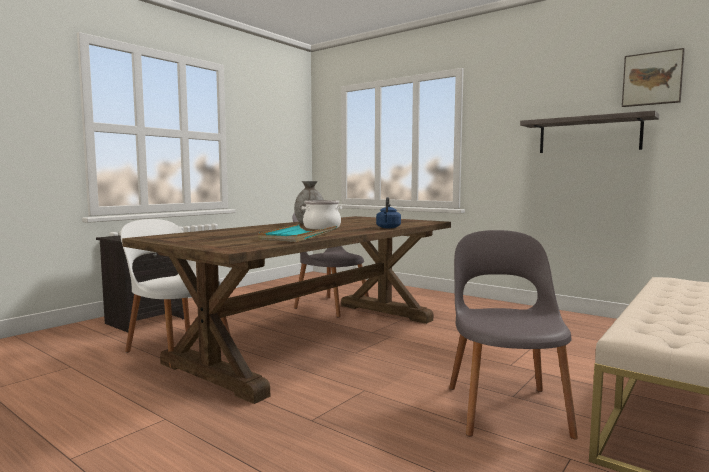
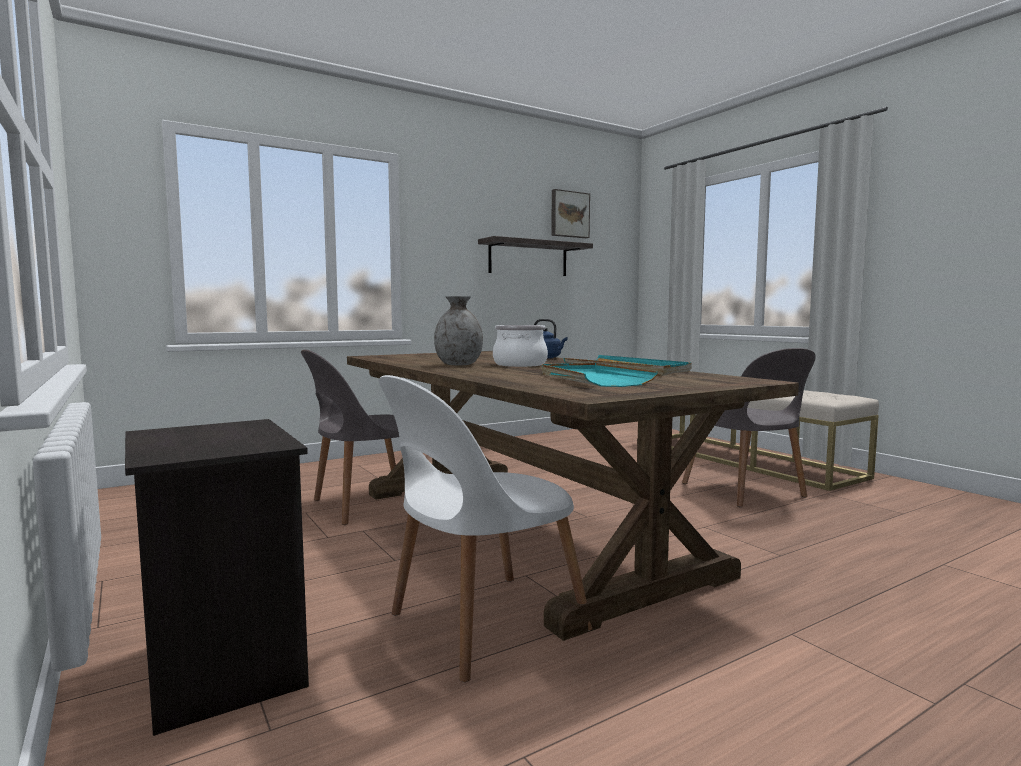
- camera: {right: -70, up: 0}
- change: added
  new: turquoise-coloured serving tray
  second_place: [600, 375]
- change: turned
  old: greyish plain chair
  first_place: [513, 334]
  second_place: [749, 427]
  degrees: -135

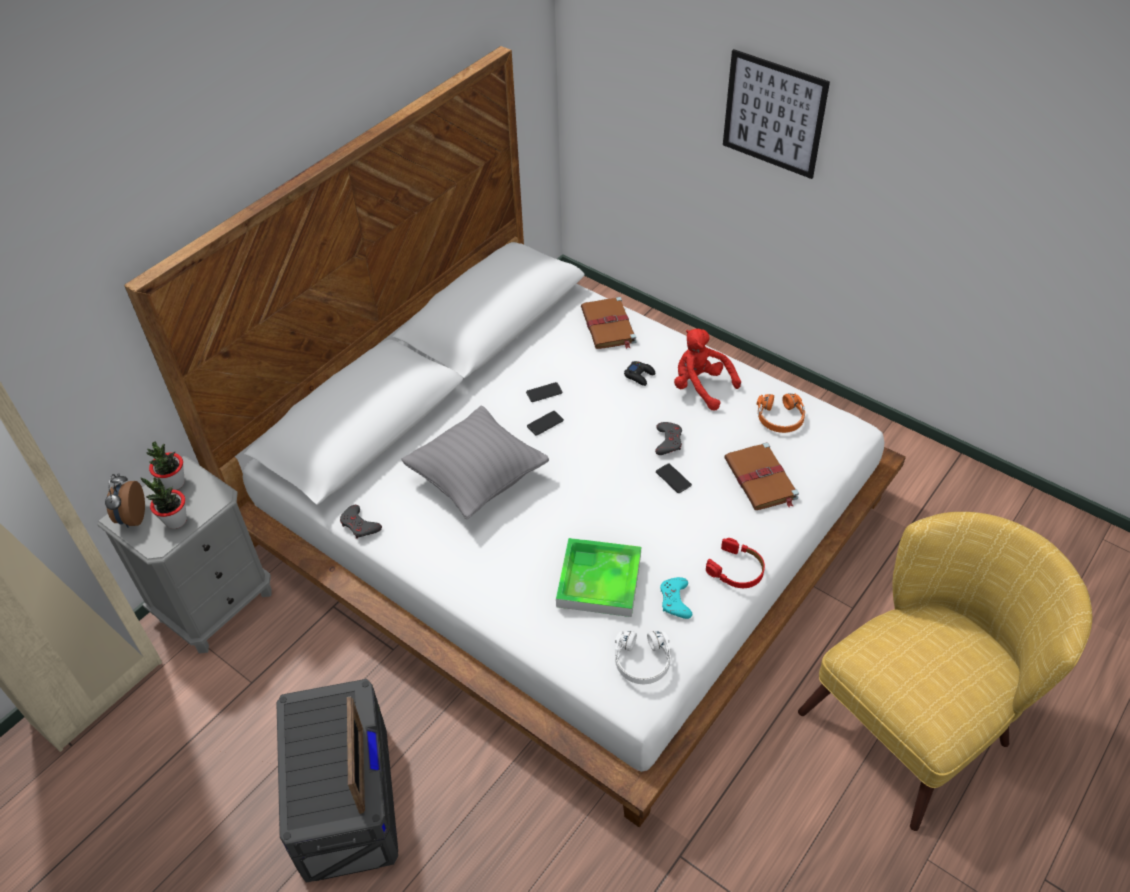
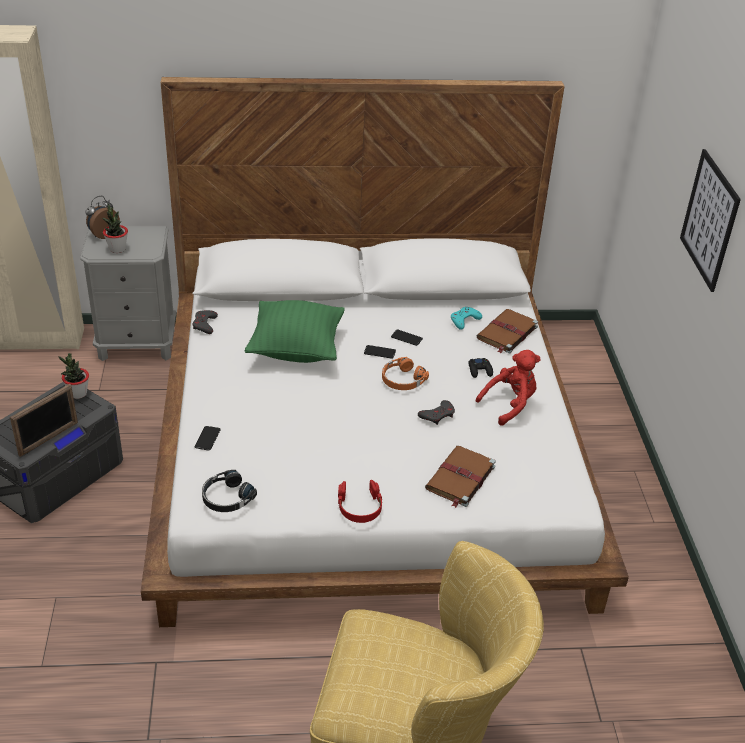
- camera: {right: 45, up: -10}
- change: moved
  old: potted plant
  first_place: [165, 465]
  second_place: [73, 376]
- change: moved
  old: handset
  first_place: [674, 478]
  second_place: [207, 438]
- change: recoloured
  old: whitish headphones
  new: black headphones
  first_place: [643, 657]
  second_place: [229, 491]
- change: recoloured
  old: greyish pillow
  new: green pillow
  first_place: [475, 462]
  second_place: [295, 331]
- change: moved
  old: orange headphones
  first_place: [781, 413]
  second_place: [405, 373]
- change: moved
  old: turquoise-coloured gamepad
  first_place: [676, 598]
  second_place: [466, 318]
- change: turned
  old: reddish plush toy
  first_place: [707, 369]
  second_place: [508, 388]
  degrees: 60
- change: removed
  old: serving tray
  first_place: [598, 577]

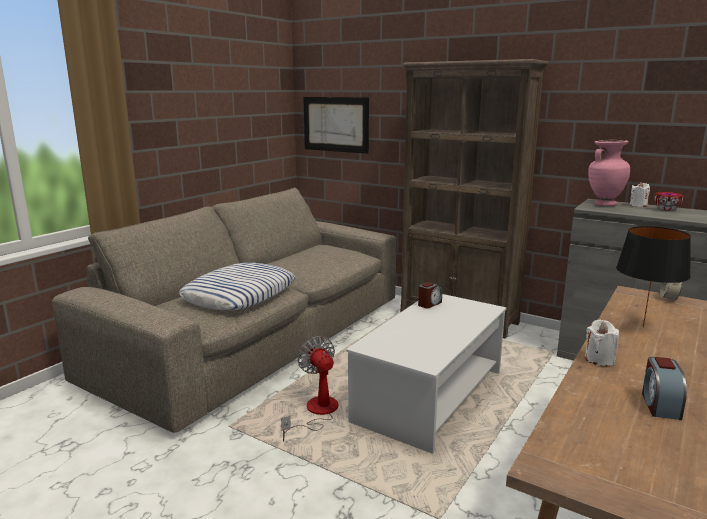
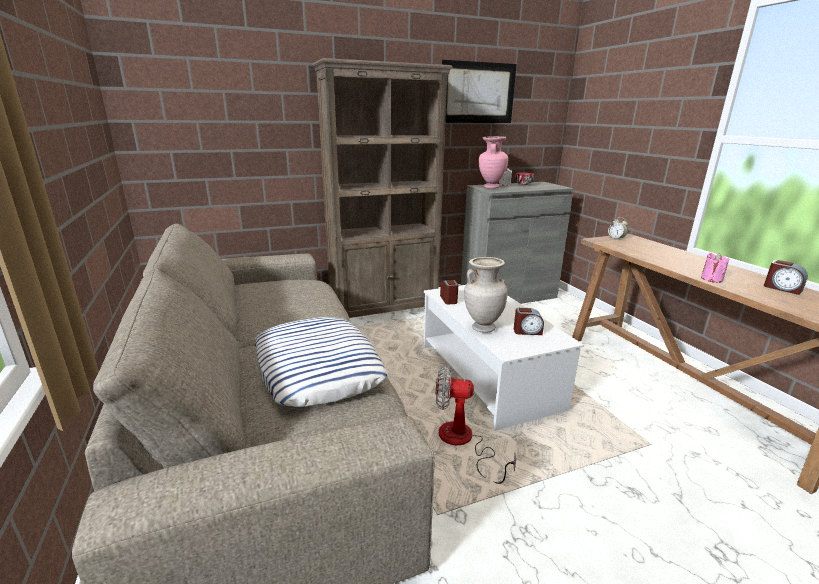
- camera: {right: -55, up: 5}
- change: moved
  old: picture
  first_place: [336, 125]
  second_place: [479, 91]
- change: added
  new: beige-coloured flower vase
  second_place: [486, 295]
- change: added
  new: bedside clock
  second_place: [529, 321]
- change: recoloured
  old: whitish candle
  new: pinkish candle
  first_place: [602, 342]
  second_place: [715, 268]
- change: removed
  old: black tabletop lamp
  first_place: [653, 276]

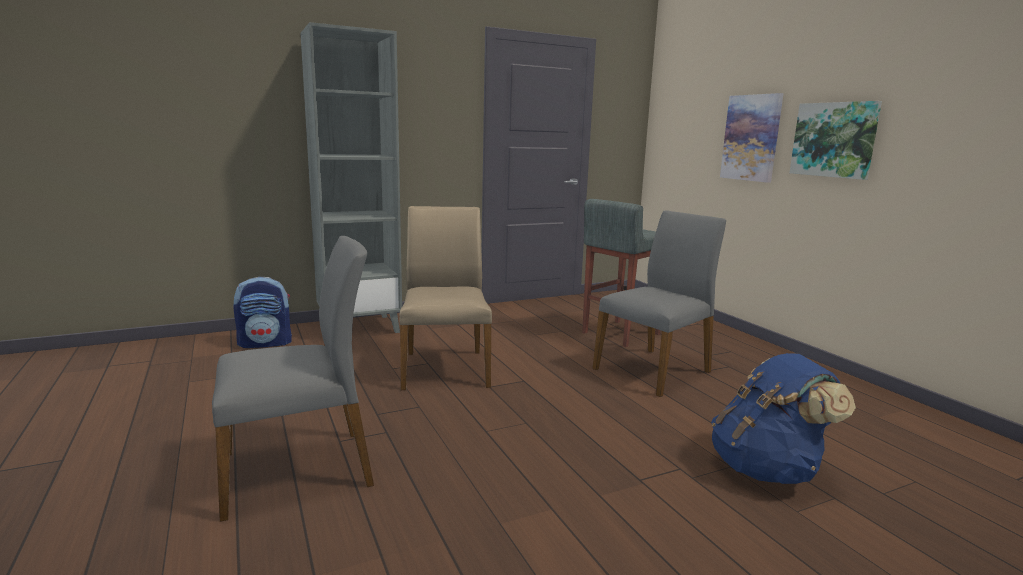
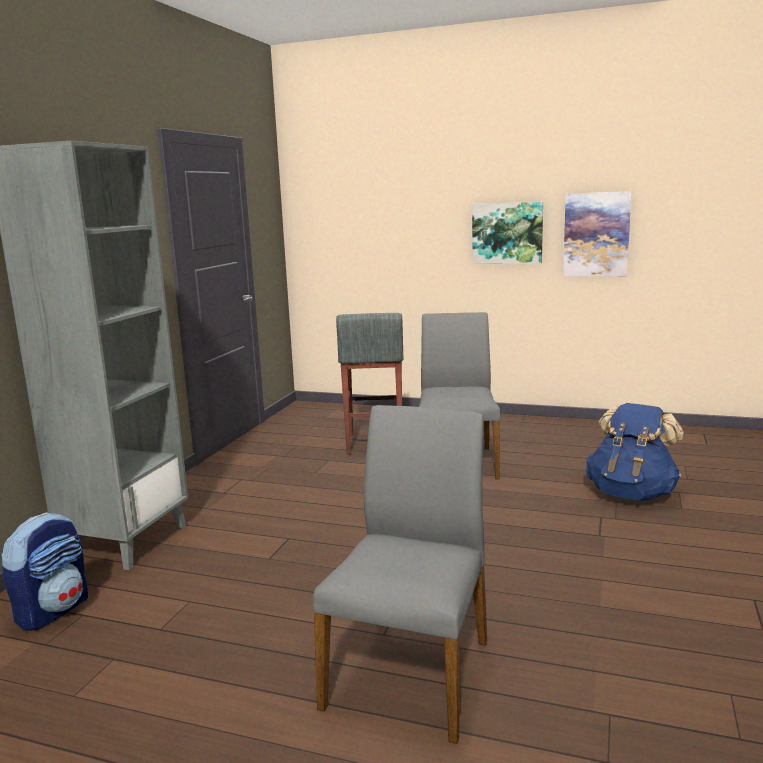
- camera: {right: -45, up: 0}
- change: moved
  old: picture
  first_place: [752, 138]
  second_place: [597, 234]
- change: removed
  old: beige-coloured plain chair
  first_place: [445, 298]

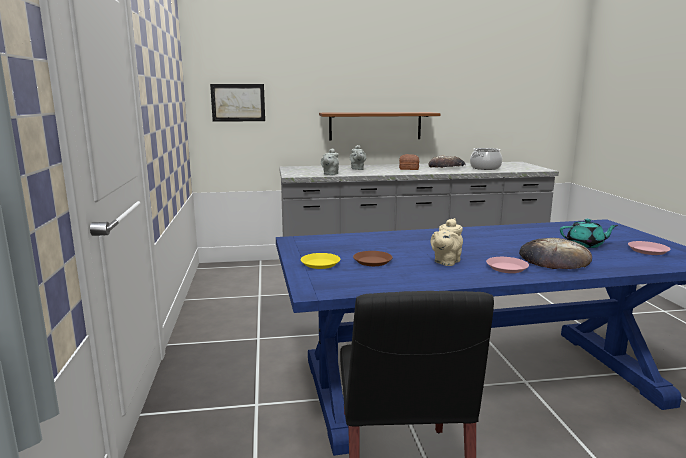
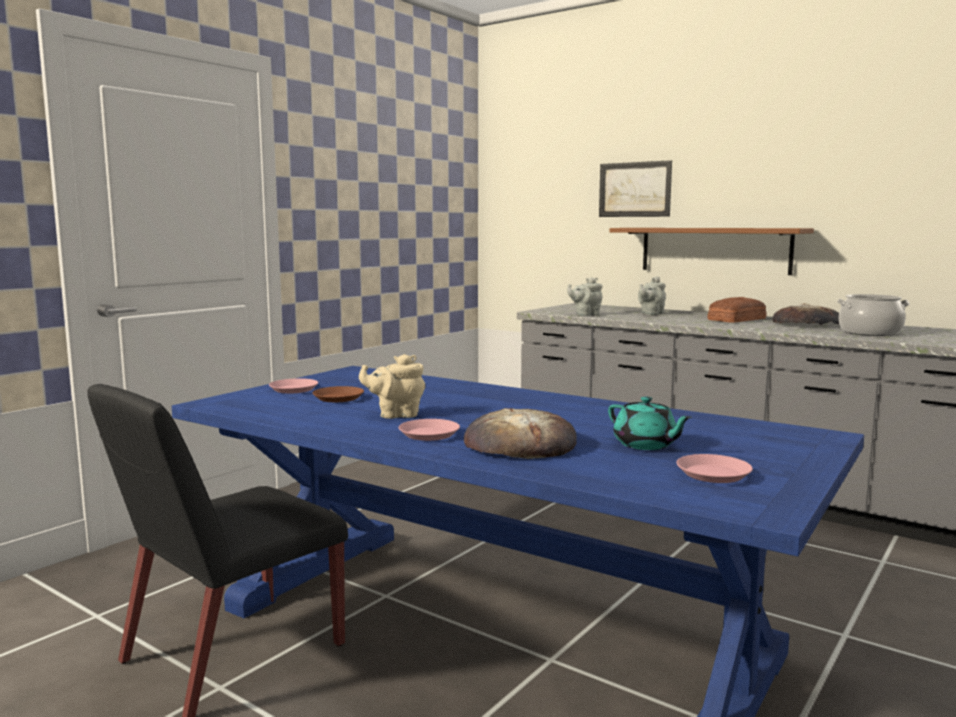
- camera: {right: 45, up: -5}
- change: recoloured
  old: yellow-coloured dinner plate
  new: pinkish dinner plate
  first_place: [320, 261]
  second_place: [293, 385]
- change: moved
  old: picture
  first_place: [237, 103]
  second_place: [635, 188]

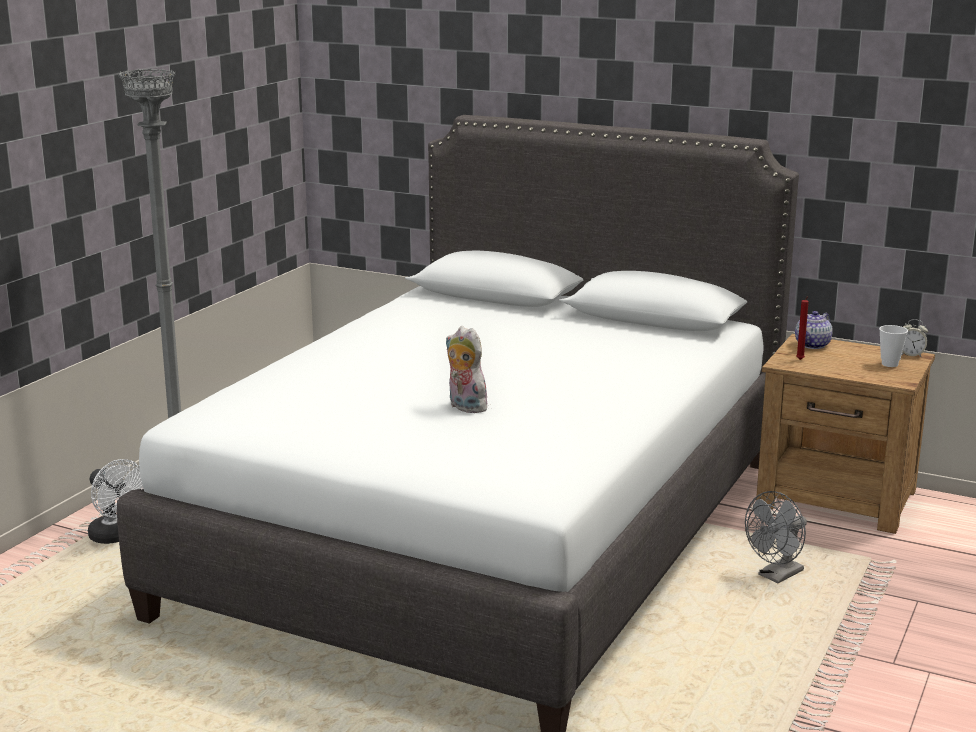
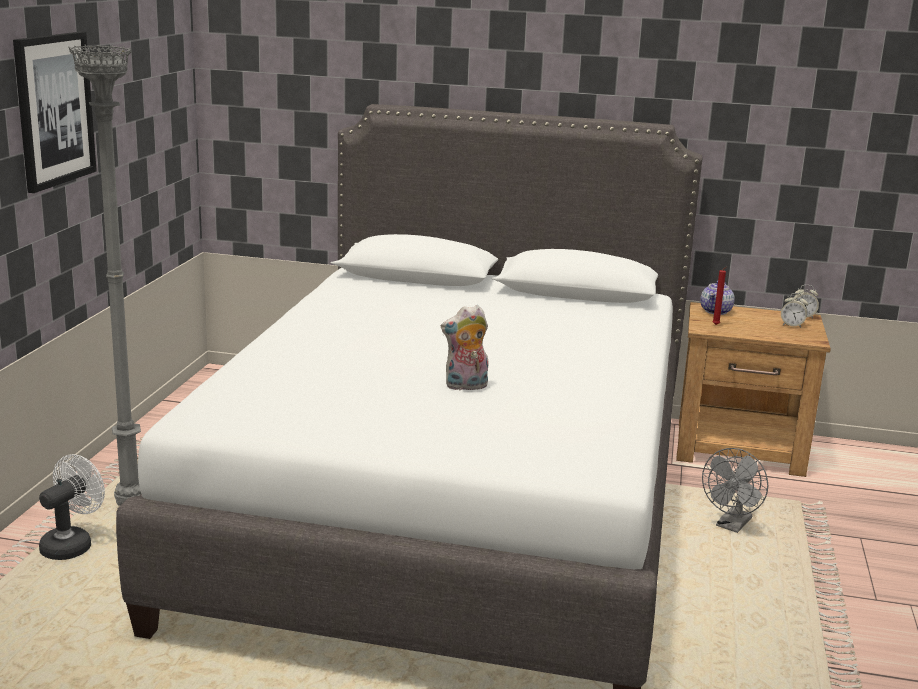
- camera: {right: -15, up: 0}
- change: added
  new: picture
  second_place: [55, 112]
- change: turned
  old: whitish fan
  first_place: [115, 501]
  second_place: [72, 507]
  degrees: -90
- change: turned
  old: plush toy
  first_place: [466, 369]
  second_place: [465, 347]
  degrees: -45
- change: replaced
  old: drinking cup
  new: bedside clock
  first_place: [893, 346]
  second_place: [795, 310]

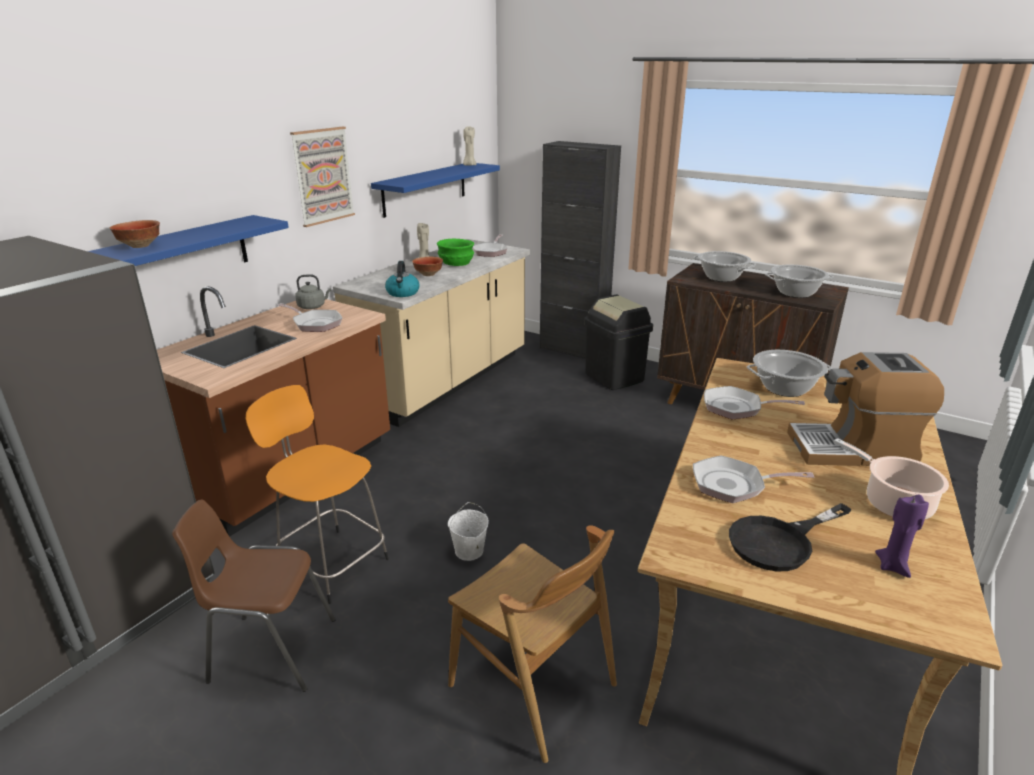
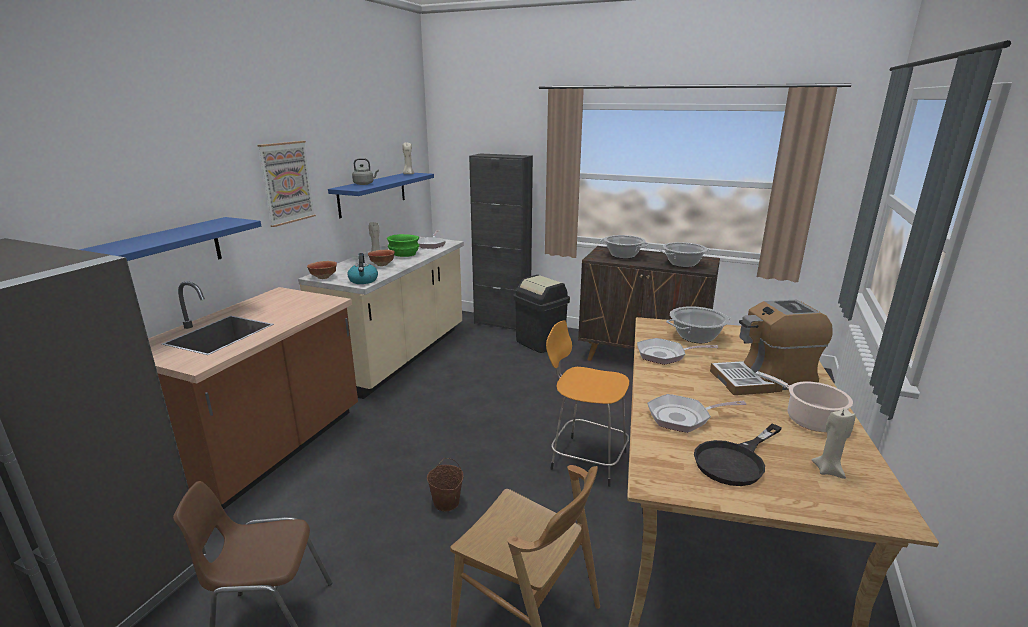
- camera: {right: -10, up: -5}
- change: moved
  old: serving bowl
  first_place: [135, 234]
  second_place: [322, 270]
- change: moved
  old: greyish tea kettle
  first_place: [313, 291]
  second_place: [365, 171]
- change: recoloured
  old: whitish water bucket
  new: brownish water bucket
  first_place: [468, 531]
  second_place: [445, 484]
- change: moved
  old: orange stool
  first_place: [317, 494]
  second_place: [587, 403]
- change: recoloured
  old: purple-coloured candle
  new: beige-coloured candle
  first_place: [902, 536]
  second_place: [834, 443]
- change: removed
  old: pan
  first_place: [310, 317]

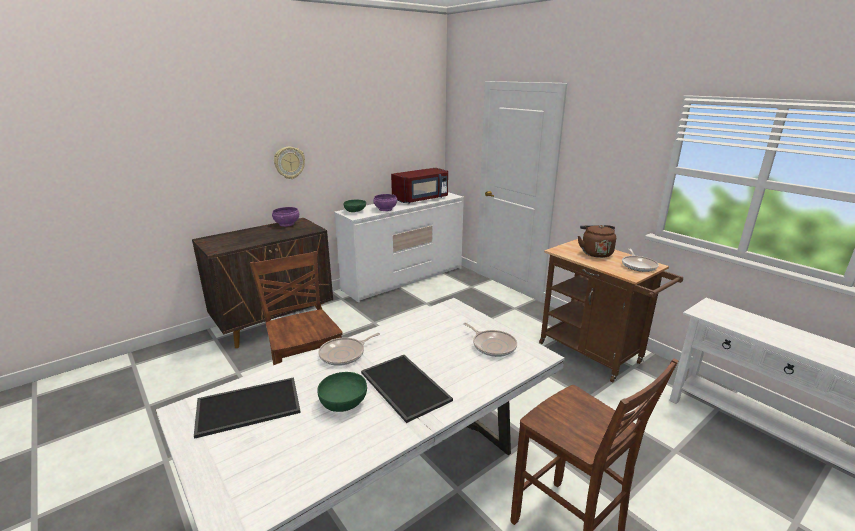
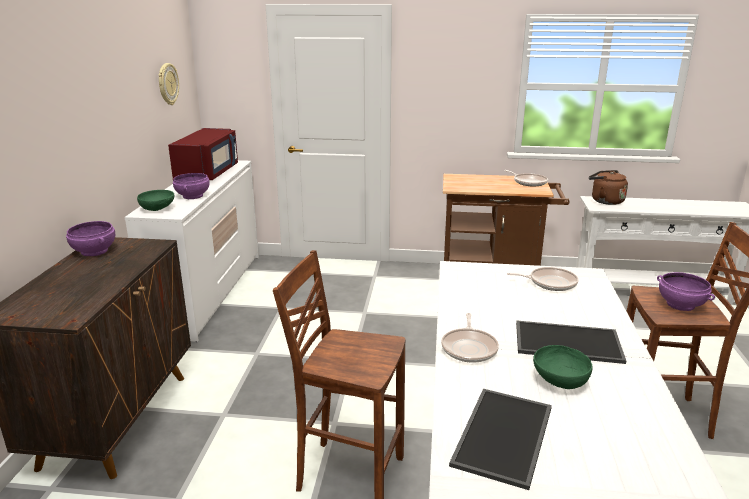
- camera: {right: -45, up: 0}
- change: moved
  old: clock on the wall
  first_place: [289, 163]
  second_place: [168, 84]
- change: moved
  old: brownish tea kettle
  first_place: [597, 241]
  second_place: [608, 187]
- change: added
  new: purple-coloured serving bowl
  second_place: [686, 291]

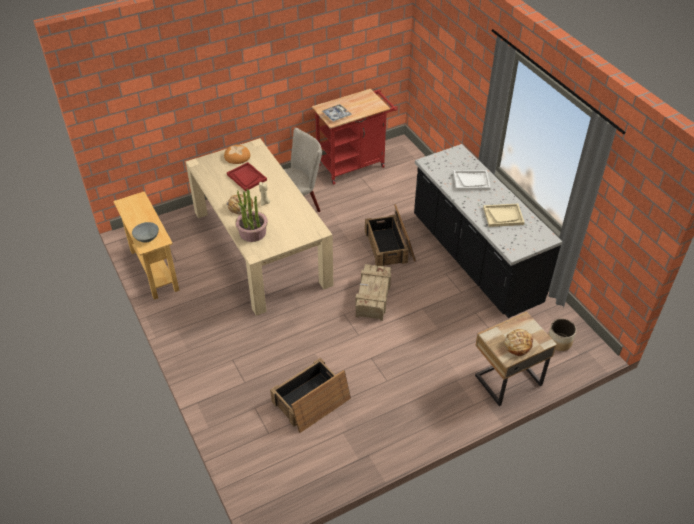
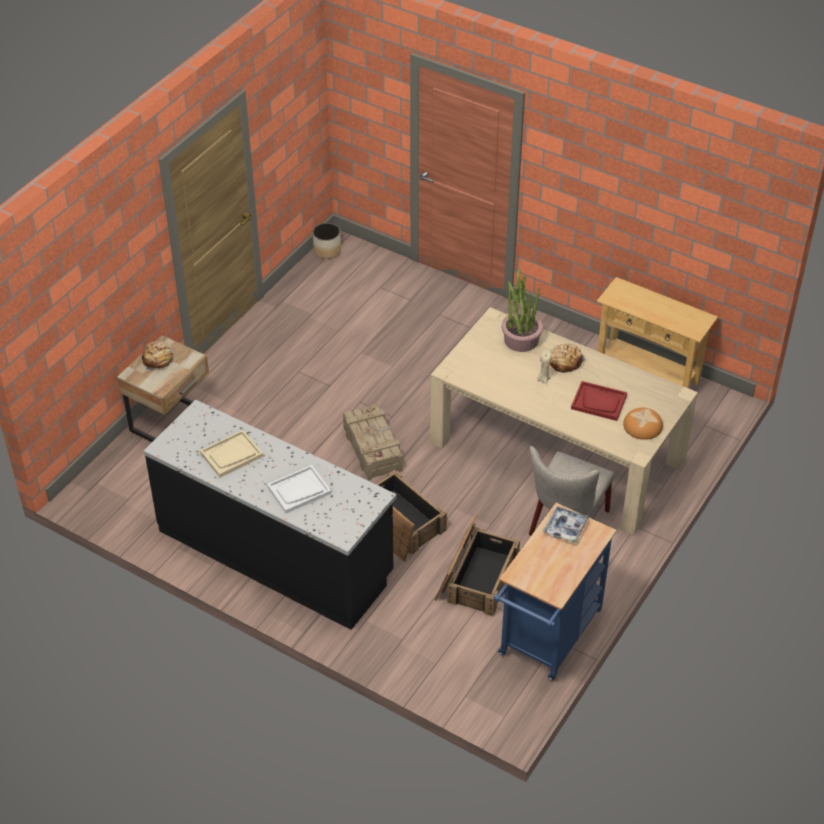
- camera: {right: 150, up: 0}
- change: moved
  old: flower pot
  first_place: [562, 335]
  second_place: [327, 241]
- change: moved
  old: shipping crate
  first_place: [310, 395]
  second_place: [477, 565]
- change: recoloured
  old: reddish trolley
  new: blue-coloured trolley
  first_place: [354, 137]
  second_place: [555, 591]
- change: removed
  old: greyish serving bowl
  first_place: [145, 232]

